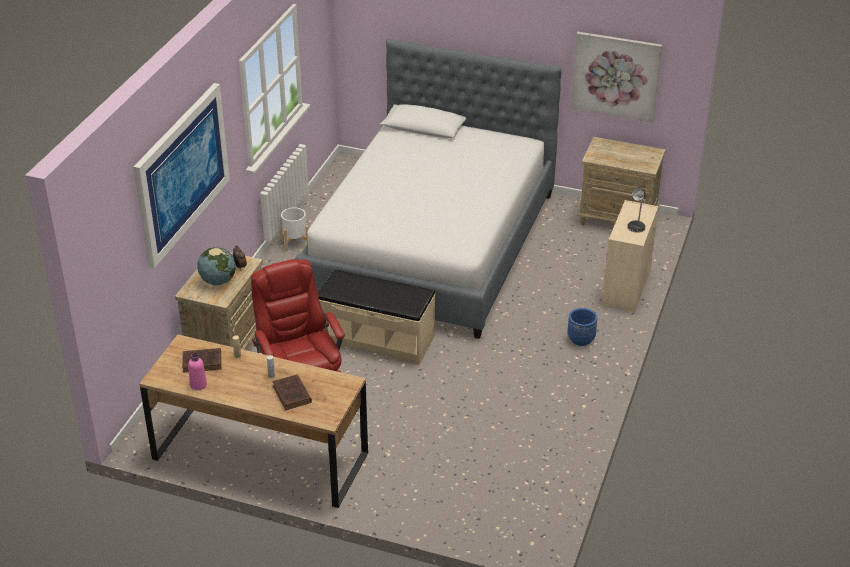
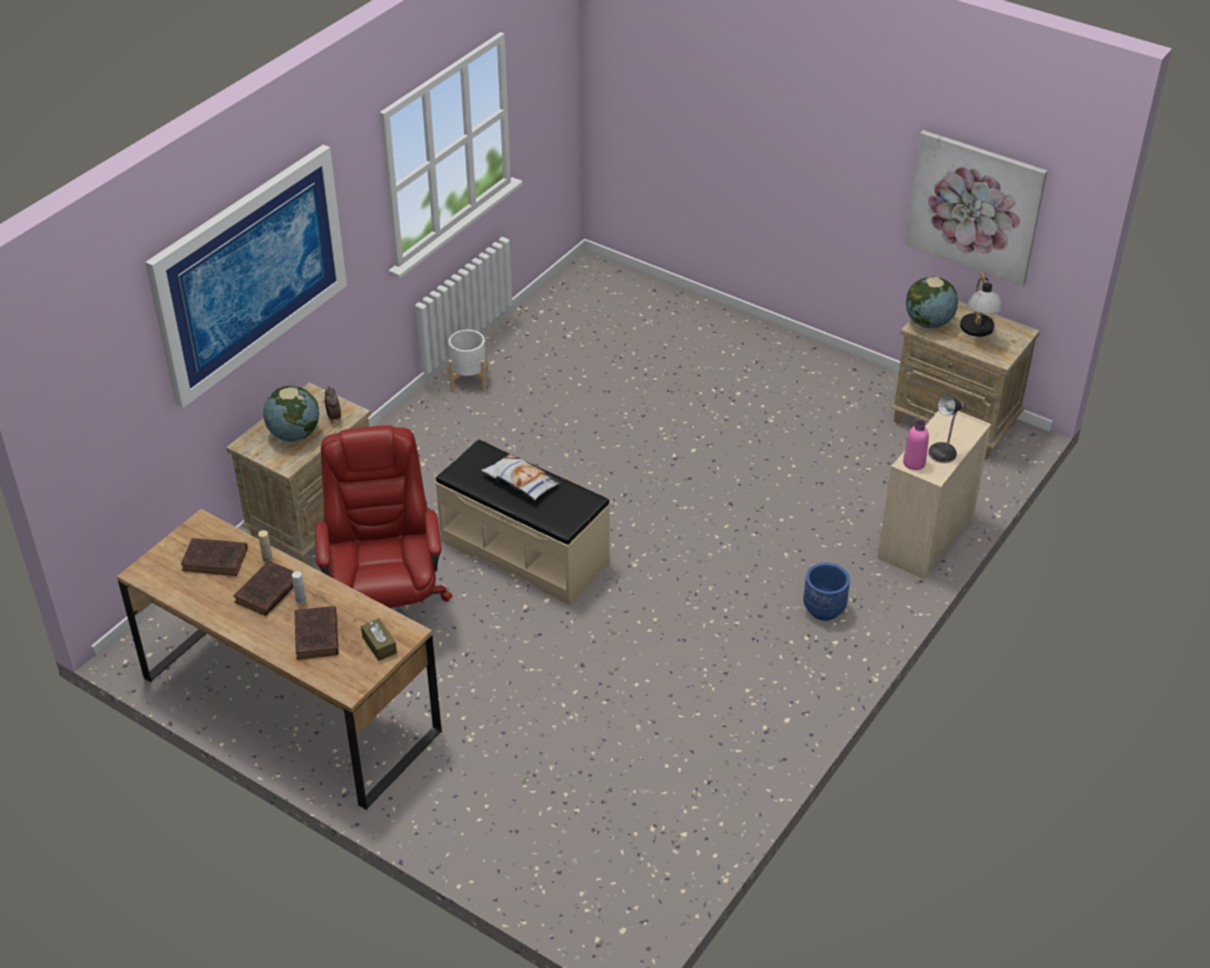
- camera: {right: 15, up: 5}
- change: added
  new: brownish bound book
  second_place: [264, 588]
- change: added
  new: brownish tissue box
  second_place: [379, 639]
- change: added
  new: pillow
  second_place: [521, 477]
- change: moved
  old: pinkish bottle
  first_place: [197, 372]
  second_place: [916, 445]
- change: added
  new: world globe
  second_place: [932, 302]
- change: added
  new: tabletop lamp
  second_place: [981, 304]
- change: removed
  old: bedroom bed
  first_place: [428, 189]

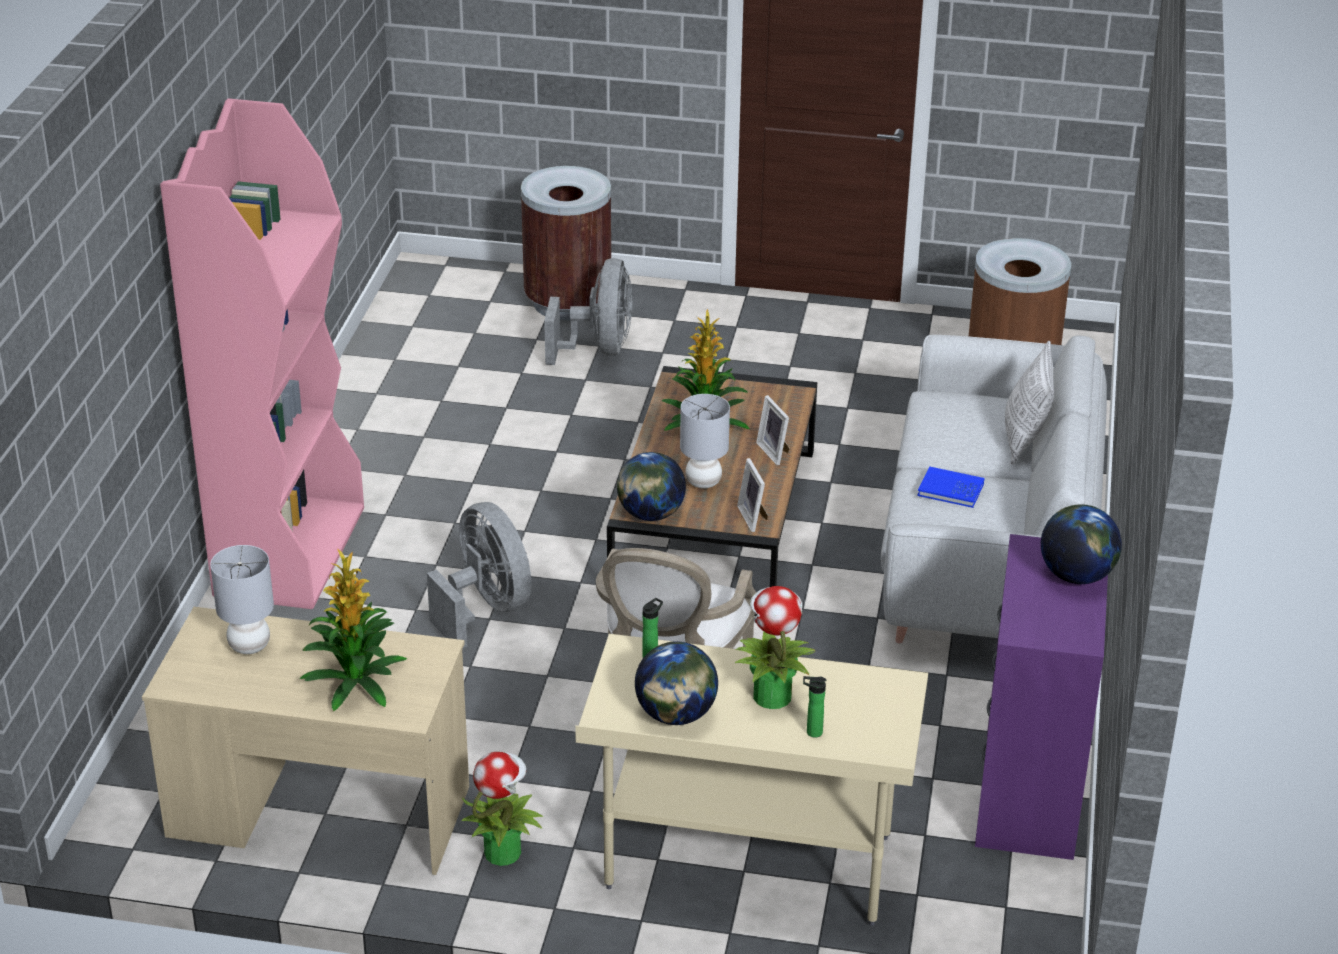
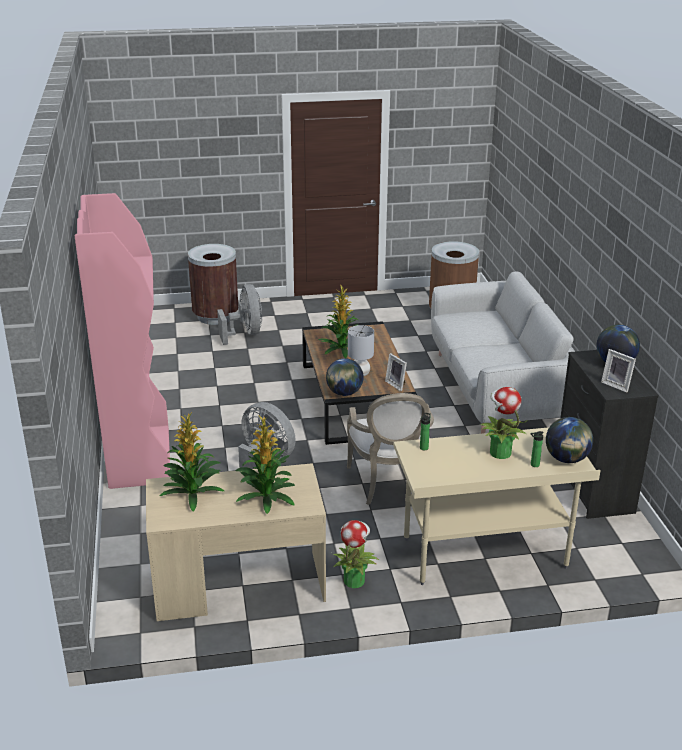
- camera: {right: -20, up: -5}
- change: replaced
  old: greyish tabletop lamp
  new: potted plant
  first_place: [242, 599]
  second_place: [192, 461]
- change: moved
  old: world globe
  first_place: [676, 683]
  second_place: [569, 440]
- change: recoloured
  old: purple-coloured dresser
  new: black dresser
  first_place: [1041, 697]
  second_place: [609, 434]
- change: moved
  old: photo frame
  first_place: [773, 430]
  second_place: [618, 371]
- change: removed
  old: blue-coloured bound book
  first_place: [951, 487]
- change: removed
  old: pillow
  first_place: [1029, 403]

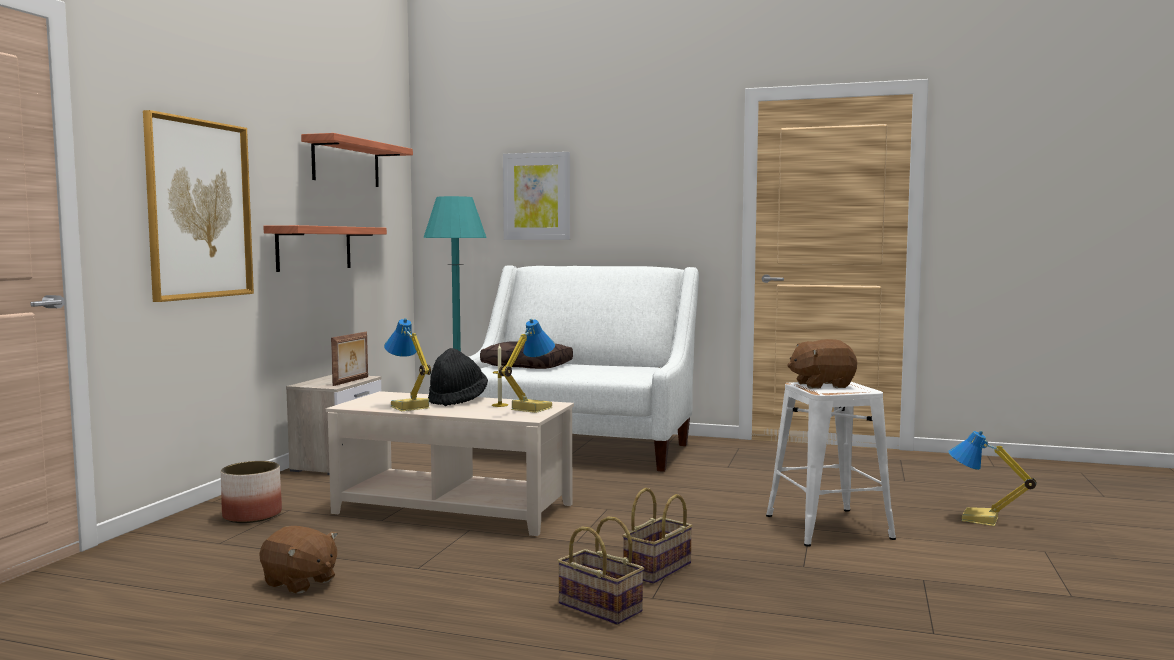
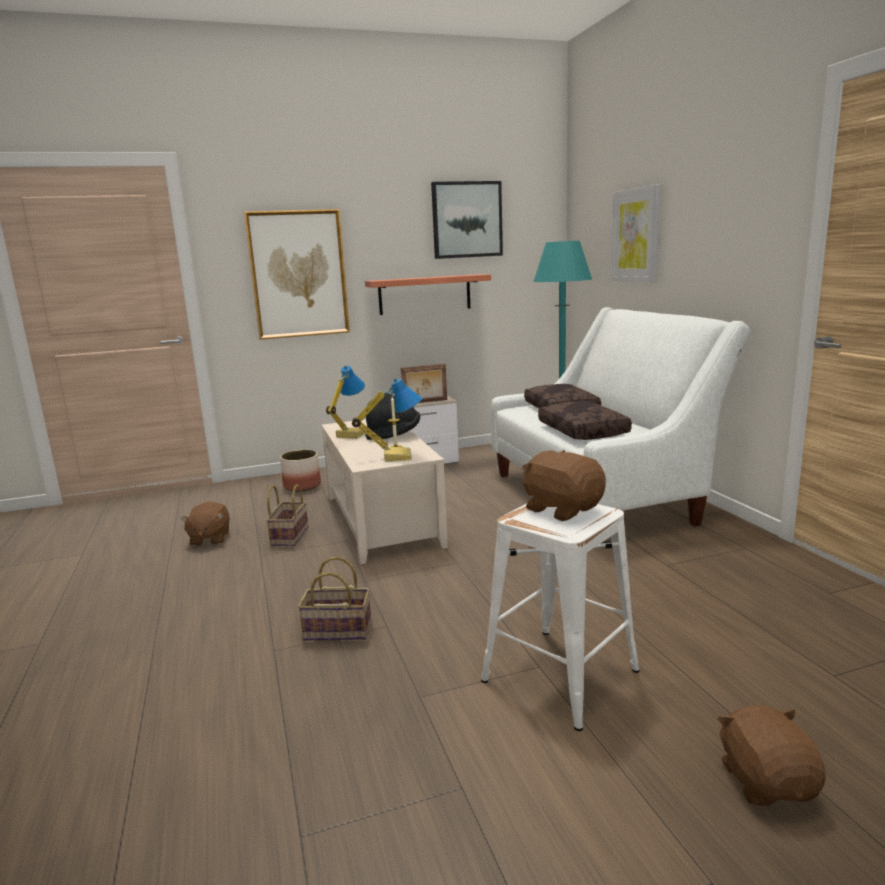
- camera: {right: 55, up: 10}
- change: moved
  old: storage basket
  first_place: [600, 570]
  second_place: [287, 515]
- change: replaced
  old: shelf
  new: picture
  first_place: [357, 160]
  second_place: [467, 220]
- change: added
  new: brownish pillow
  second_place: [585, 420]
- change: replaced
  old: tabletop lamp
  new: brownish plush toy
  first_place: [992, 478]
  second_place: [771, 755]

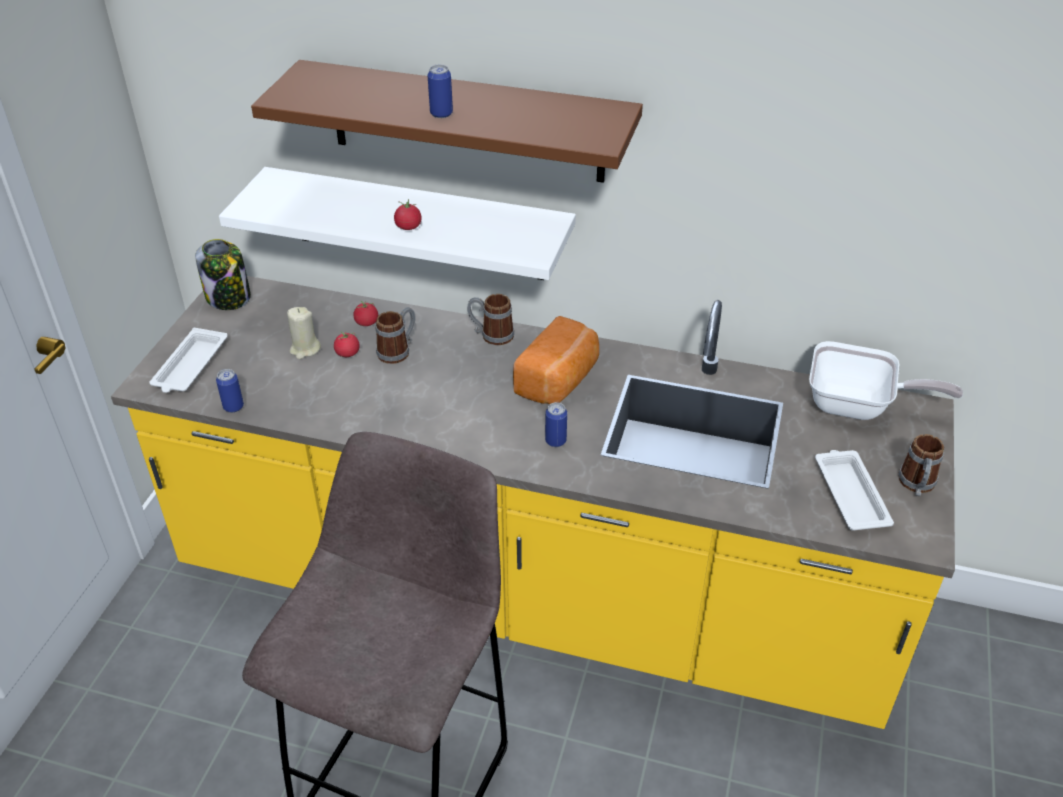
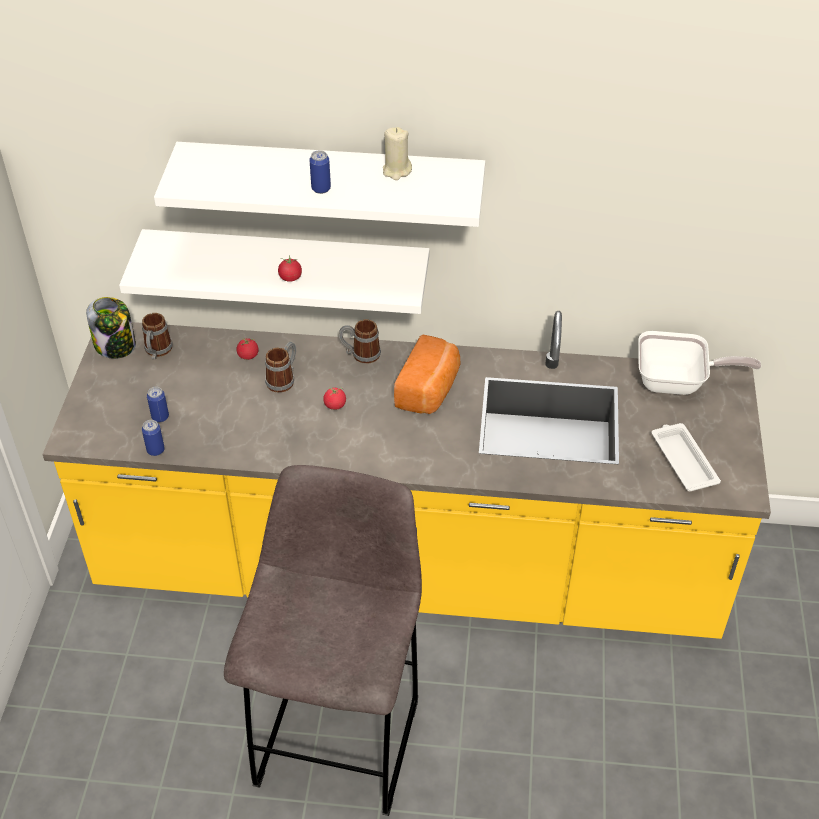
- camera: {right: -10, up: 5}
- change: moved
  old: mug
  first_place: [921, 465]
  second_place: [157, 336]
- change: moved
  old: metal can
  first_place: [556, 424]
  second_place: [158, 404]
- change: recoloured
  old: brownish shelf
  new: whitish shelf
  first_place: [447, 121]
  second_place: [319, 184]
- change: moved
  old: whole tomato
  first_place: [347, 344]
  second_place: [334, 399]
- change: moved
  old: beige-coloured candle
  first_place: [304, 333]
  second_place: [397, 153]
- change: removed
  old: whitish serving tray
  first_place: [188, 360]

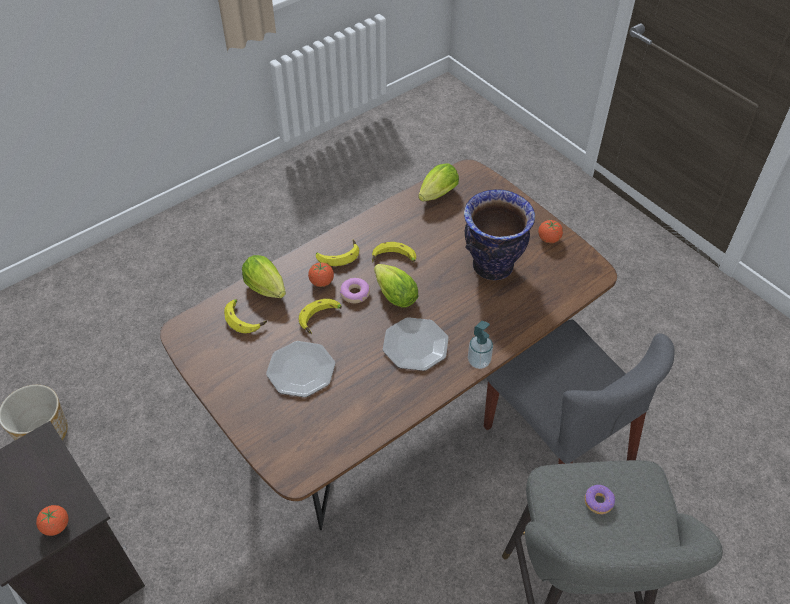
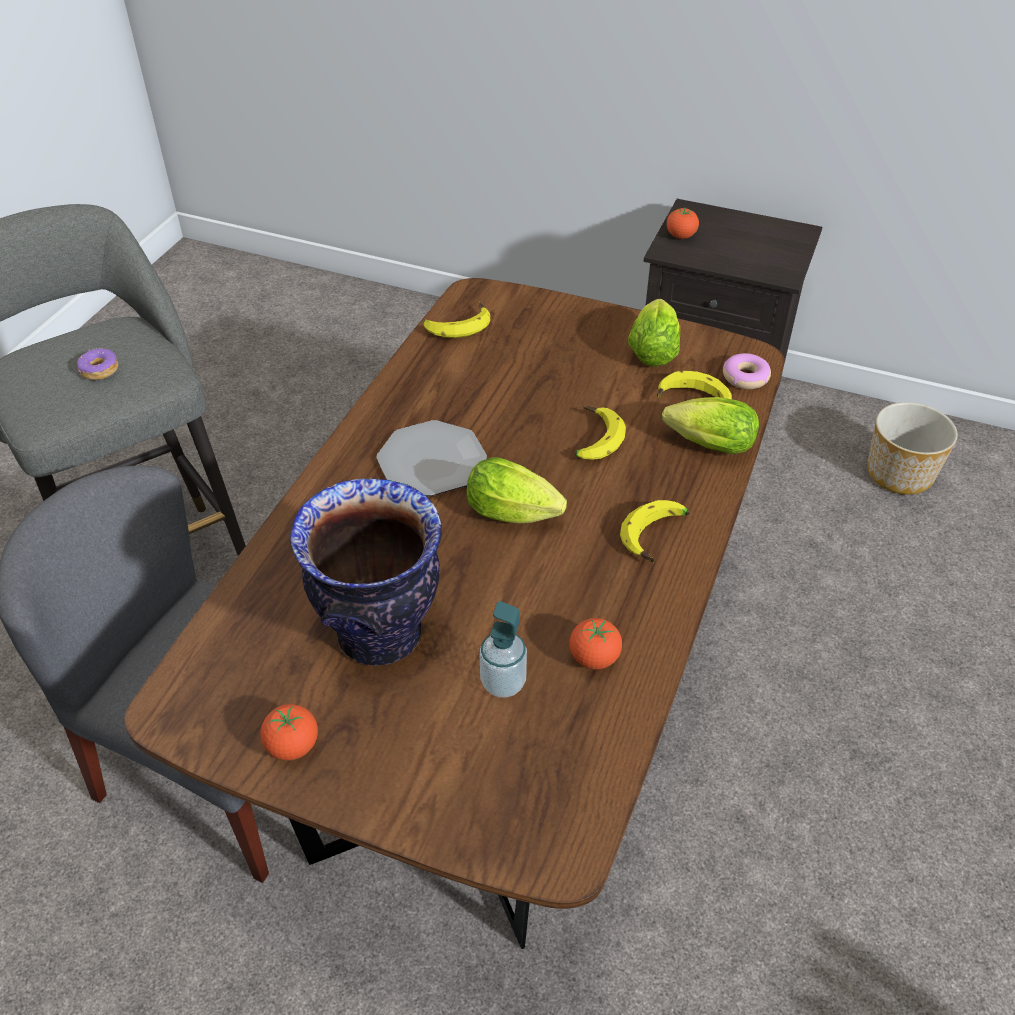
- camera: {right: 150, up: -5}
- change: moved
  old: banana
  first_place: [394, 252]
  second_place: [456, 320]
- change: moved
  old: soap bottle
  first_place: [480, 345]
  second_place: [503, 649]
- change: moved
  old: whole tomato
  first_place: [321, 275]
  second_place: [595, 644]
- change: moved
  old: lettuce
  first_place: [438, 182]
  second_place: [654, 332]
- change: moved
  old: ring doughnut
  first_place: [355, 290]
  second_place: [747, 371]
- change: removed
  old: dinner plate
  first_place: [300, 369]

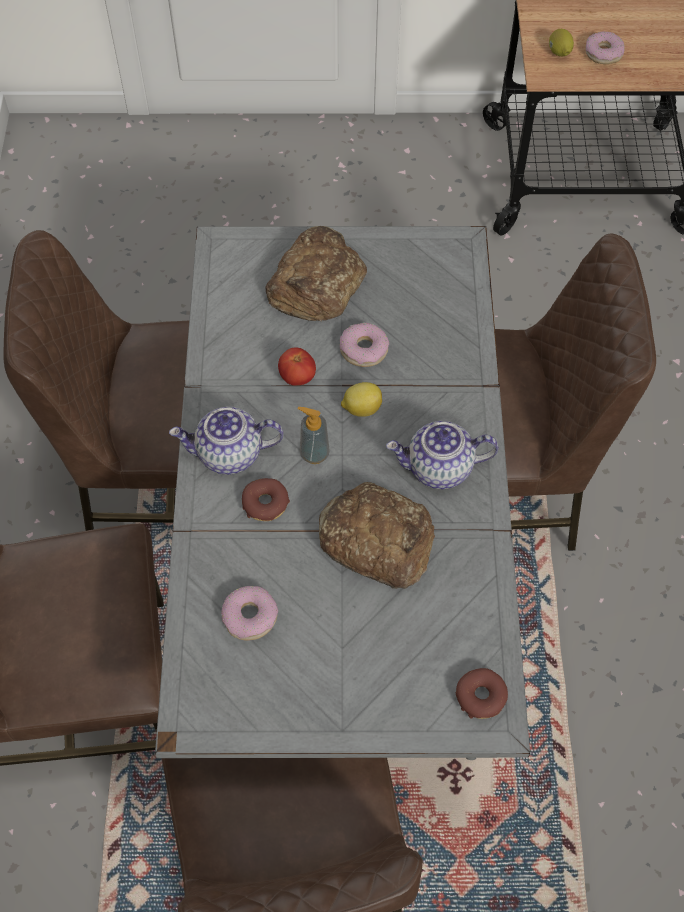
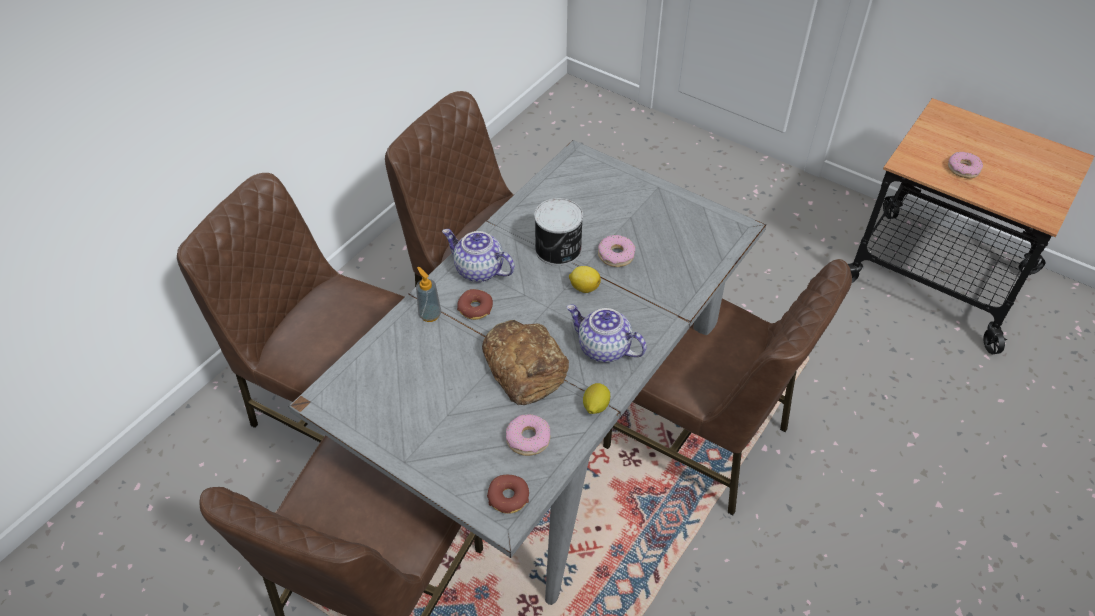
- camera: {right: 35, up: -10}
- change: moved
  old: soap bottle
  first_place: [314, 435]
  second_place: [428, 294]
- change: moved
  old: ring doughnut
  first_place: [249, 613]
  second_place: [528, 435]
- change: replaced
  old: whole tomato
  new: metal can
  first_place: [297, 366]
  second_place: [558, 232]
- change: moved
  old: citrus fruit
  first_place: [561, 42]
  second_place: [596, 398]
- change: removed
  old: baked bread
  first_place: [316, 273]

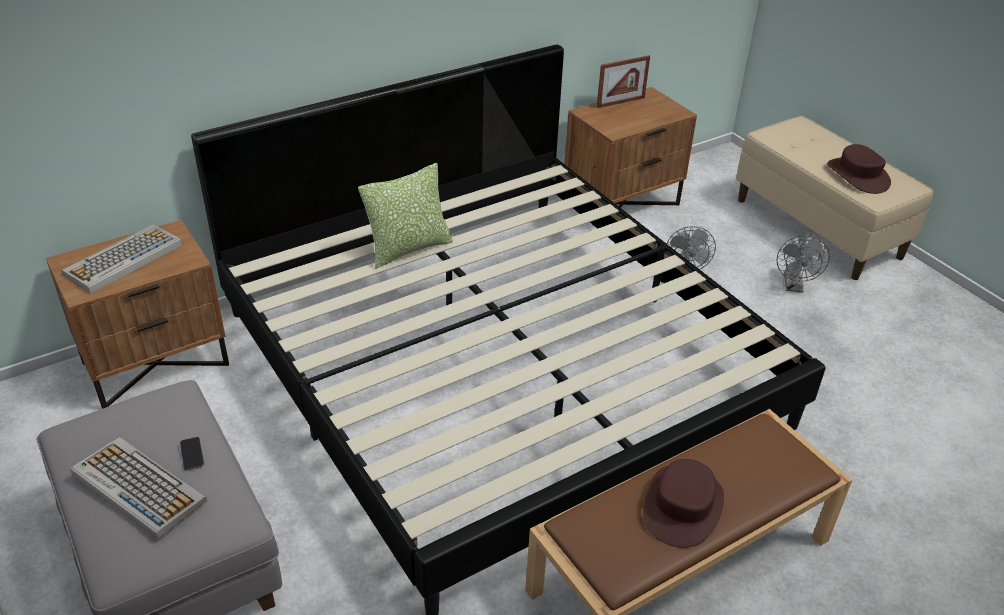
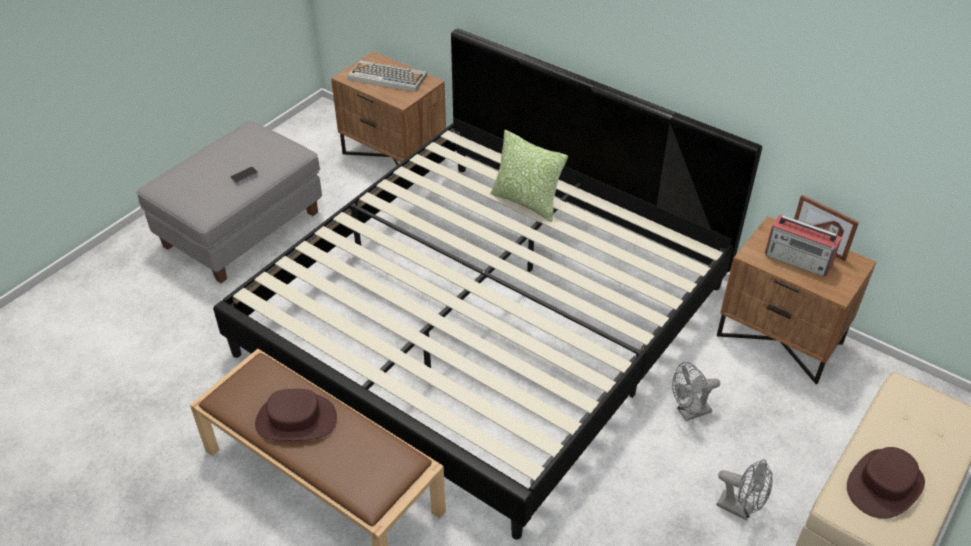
- camera: {right: 70, up: 5}
- change: turned
  old: greyish fan
  first_place: [803, 264]
  second_place: [745, 490]
  degrees: -135
- change: added
  new: radio set
  second_place: [803, 246]
- change: removed
  old: computer keyboard
  first_place: [139, 488]

